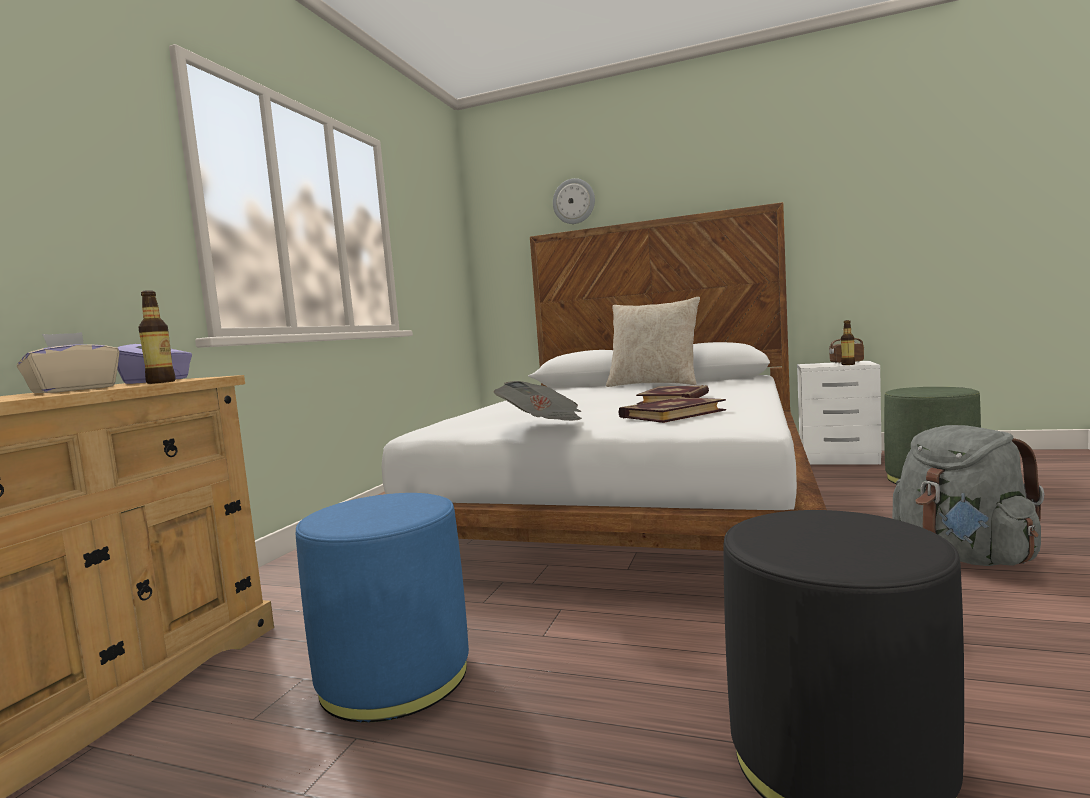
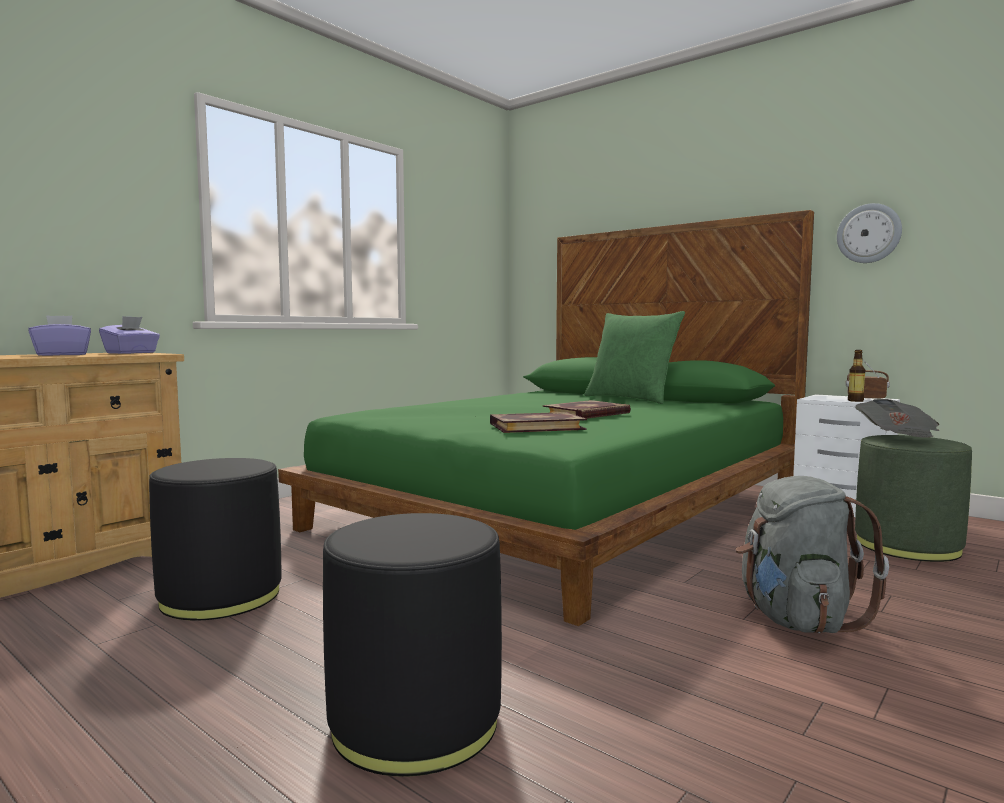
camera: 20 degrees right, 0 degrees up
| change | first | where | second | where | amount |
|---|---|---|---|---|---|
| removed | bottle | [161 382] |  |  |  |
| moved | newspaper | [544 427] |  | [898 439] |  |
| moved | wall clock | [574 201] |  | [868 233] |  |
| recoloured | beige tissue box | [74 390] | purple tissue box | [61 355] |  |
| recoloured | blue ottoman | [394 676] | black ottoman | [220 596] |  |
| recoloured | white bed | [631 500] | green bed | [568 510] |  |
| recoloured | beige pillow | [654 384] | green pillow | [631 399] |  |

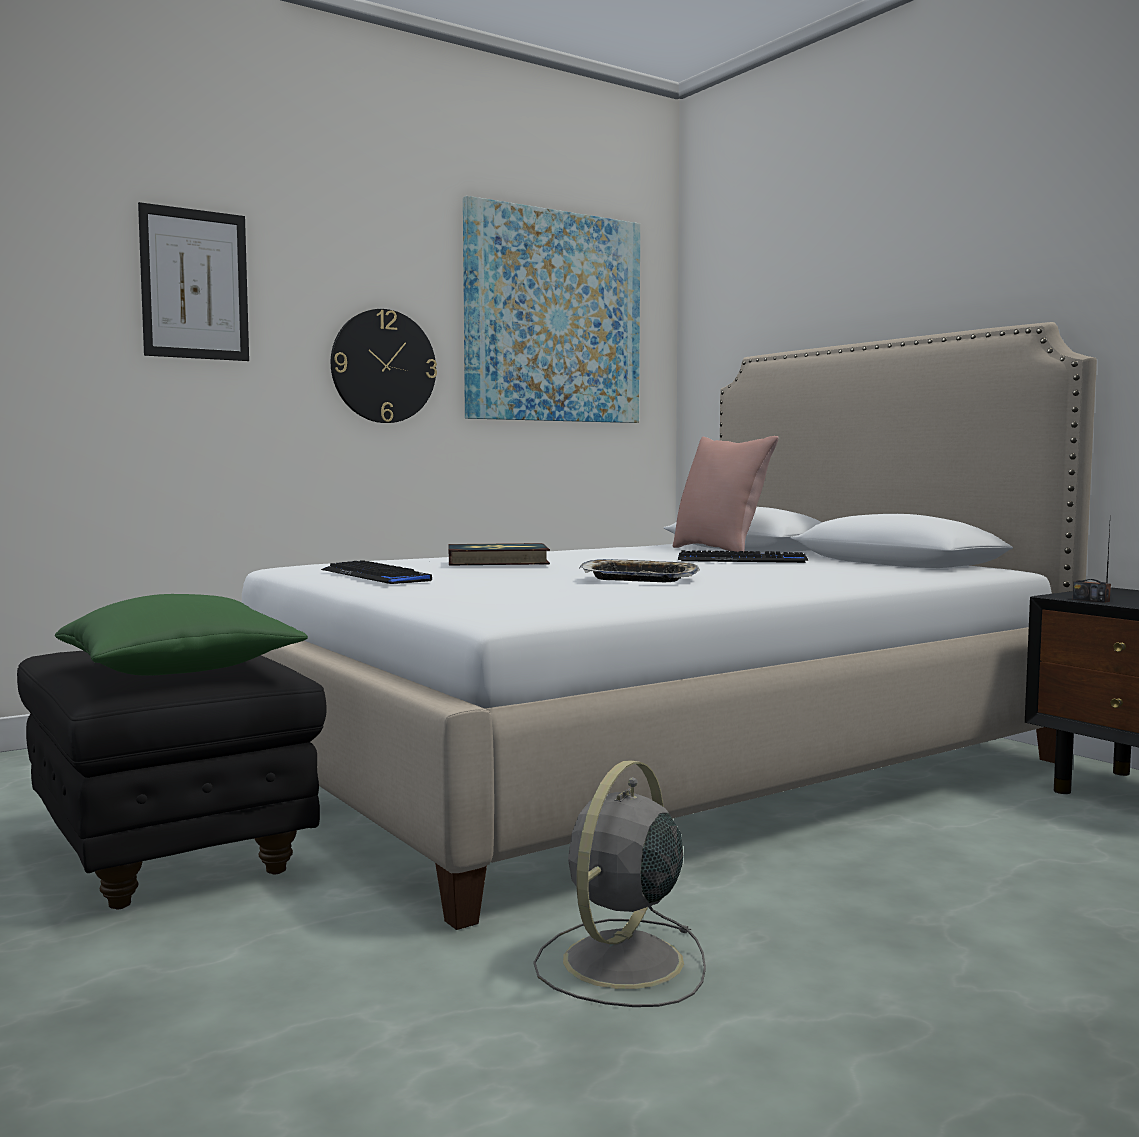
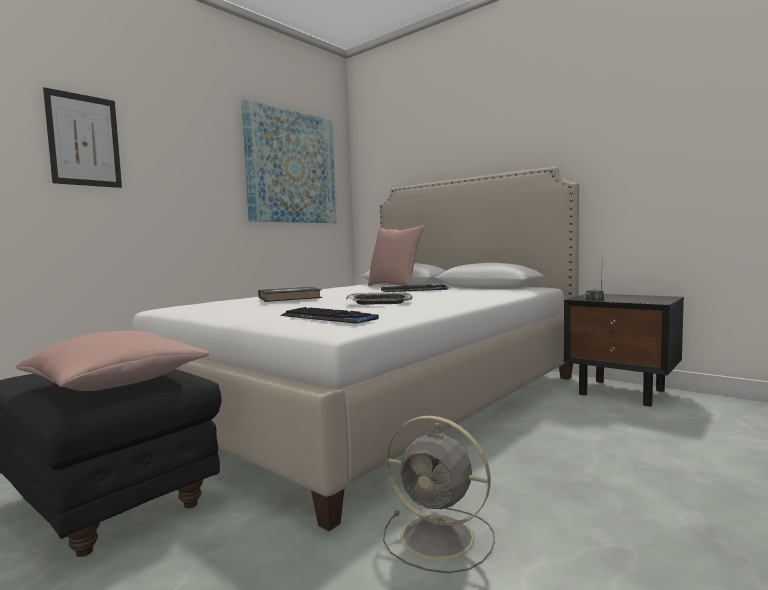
camera: 15 degrees left, 0 degrees up
| change | first | where | second | where | amount |
|---|---|---|---|---|---|
| removed | wall clock | [383 366] |  |  |  |
| moved | keyboard | [375 576] |  | [328 318] |  |
| recoloured | green pillow | [180 670] | pink pillow | [116 382] |  |
| turned | grey fan | [620 963] |  | [440 538] | 75 degrees counterclockwise |

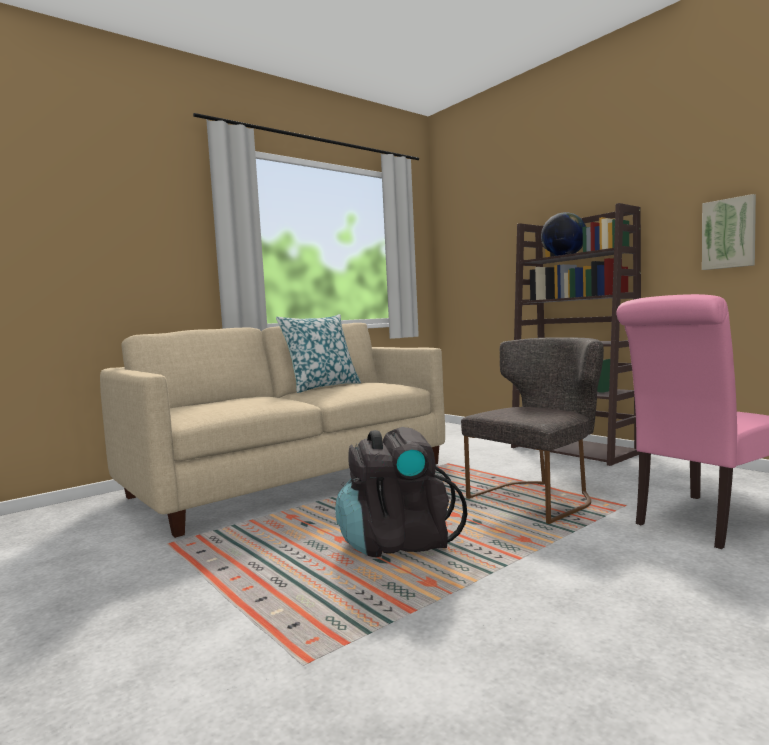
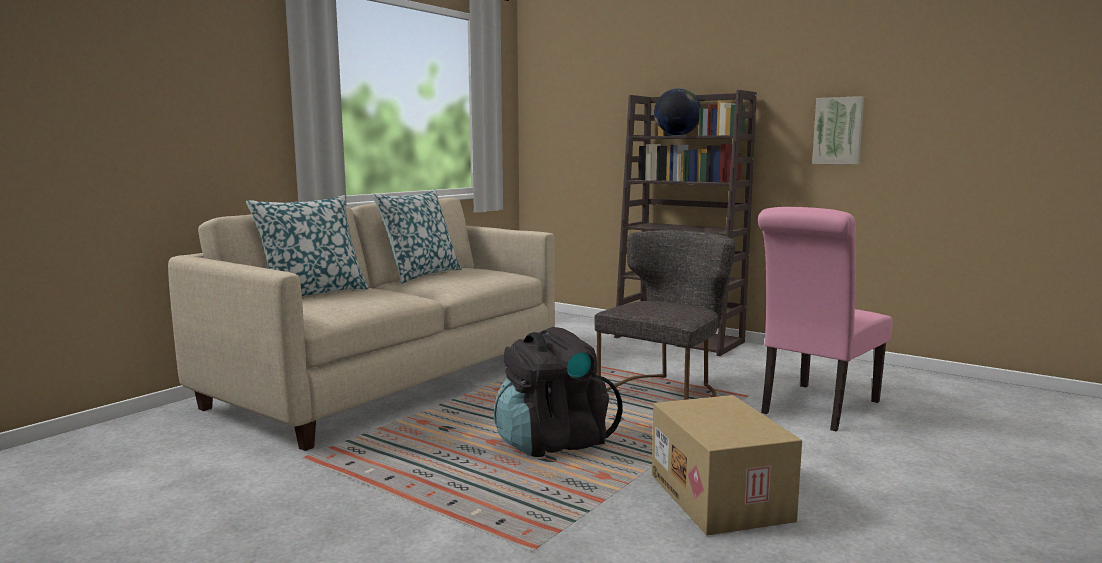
camera: 15 degrees left, 5 degrees up
| change | first | where | second | where | amount |
|---|---|---|---|---|---|
| added |  |  | pillow | [313 294] |  |
| added |  |  | cardboard box | [722 497] |  |

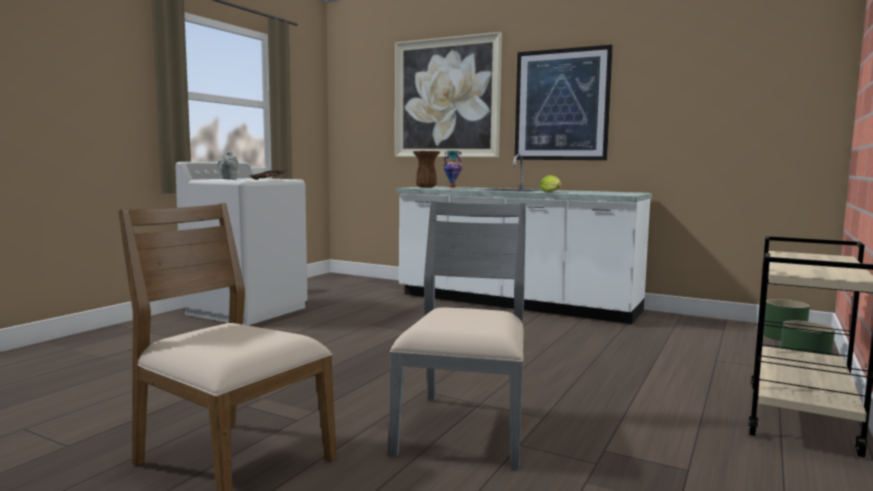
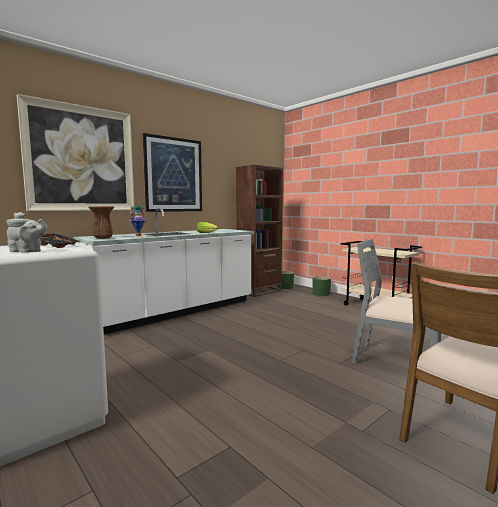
camera: 70 degrees left, 0 degrees up
| change | first | where | second | where | amount |
|---|---|---|---|---|---|
| added |  |  | brown bookcase | [259 291] |  |

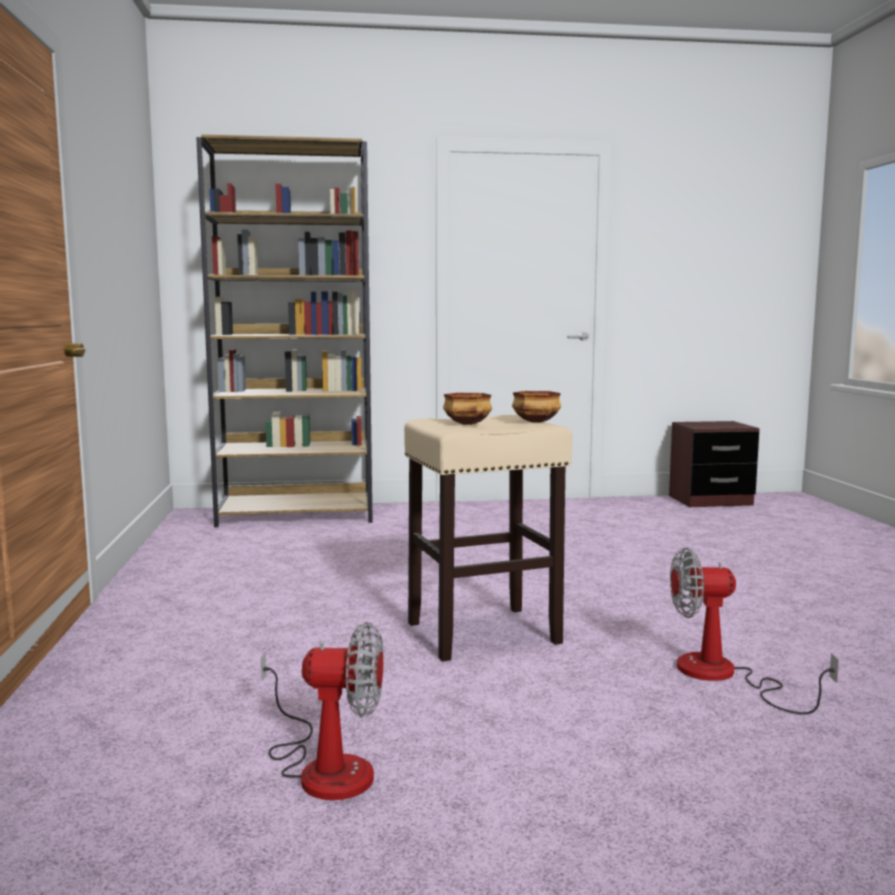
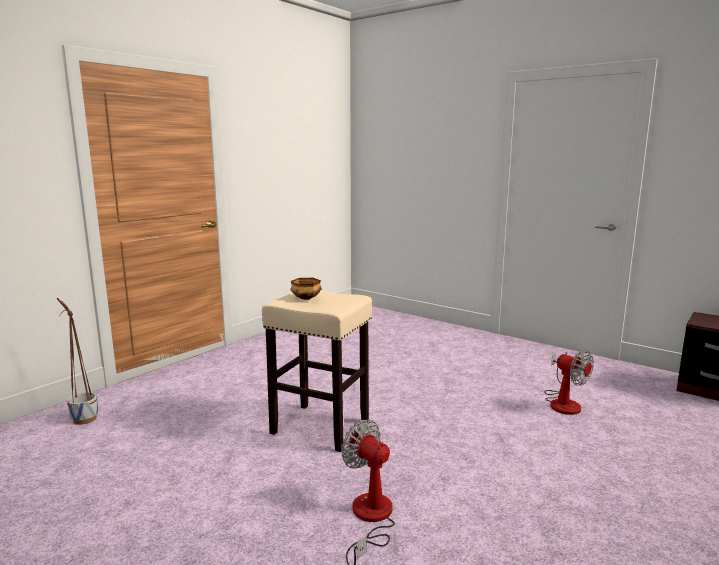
camera: 45 degrees right, 5 degrees up
| change | first | where | second | where | amount |
|---|---|---|---|---|---|
| removed | brown bookcase | [297 515] |  |  |  |
| removed | bowl | [534 421] |  |  |  |
| added |  |  | planter | [84 419] |  |
| moved | fan | [324 766] |  | [563 402] |  |

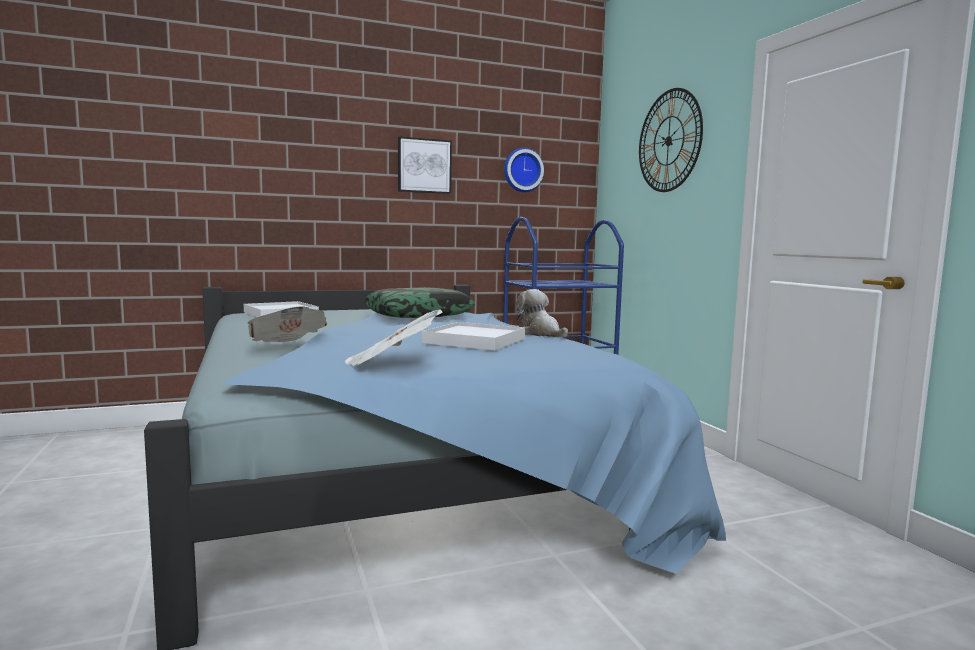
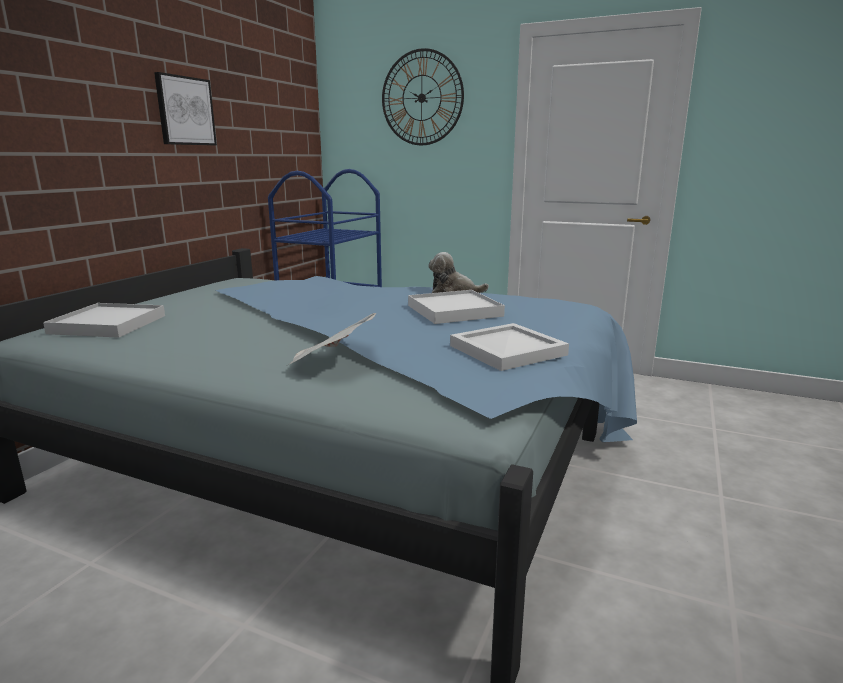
camera: 45 degrees left, 10 degrees up
| change | first | where | second | where | amount |
|---|---|---|---|---|---|
| removed | pillow | [418 314] |  |  |  |
| removed | wall clock | [522 170] |  |  |  |
| replaced | newspaper | [391 364] | white tray | [507 351] |  |

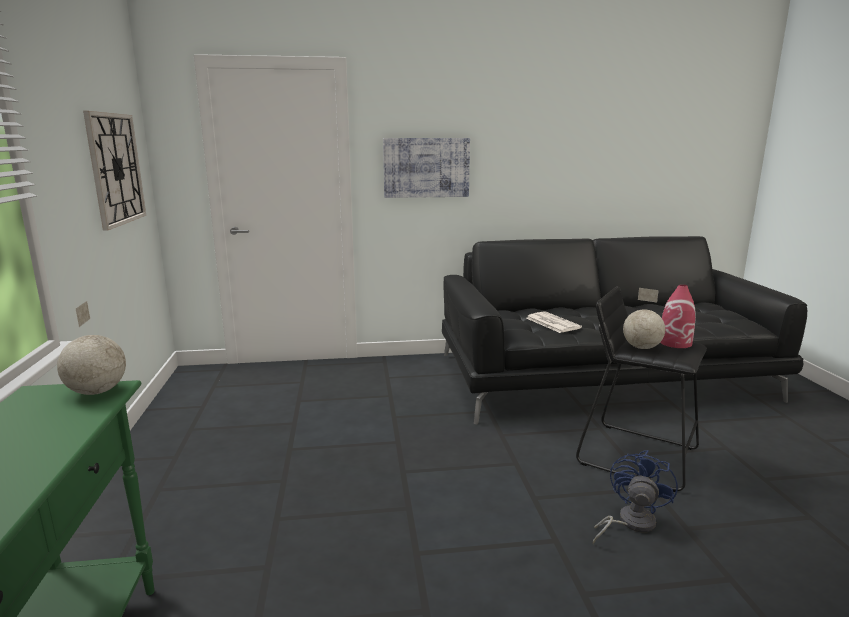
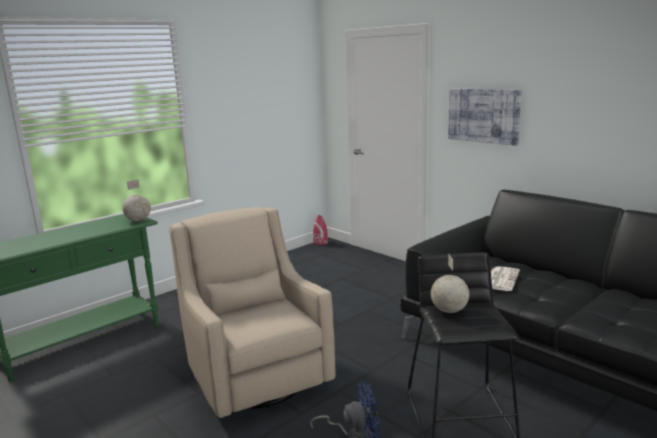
camera: 55 degrees right, 0 degrees up
| change | first | where | second | where | amount |
|---|---|---|---|---|---|
| removed | wall clock | [115 169] |  |  |  |
| added |  |  | beige armchair | [255 376] |  |
| moved | red vase | [675 343] |  | [320 242] |  |

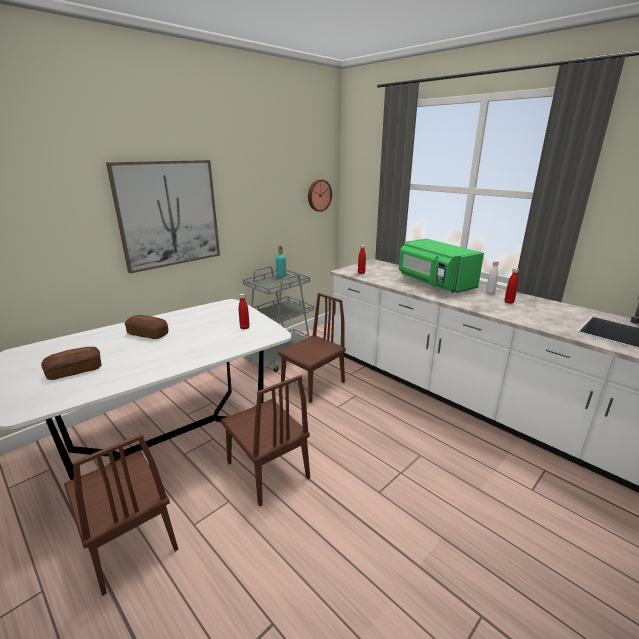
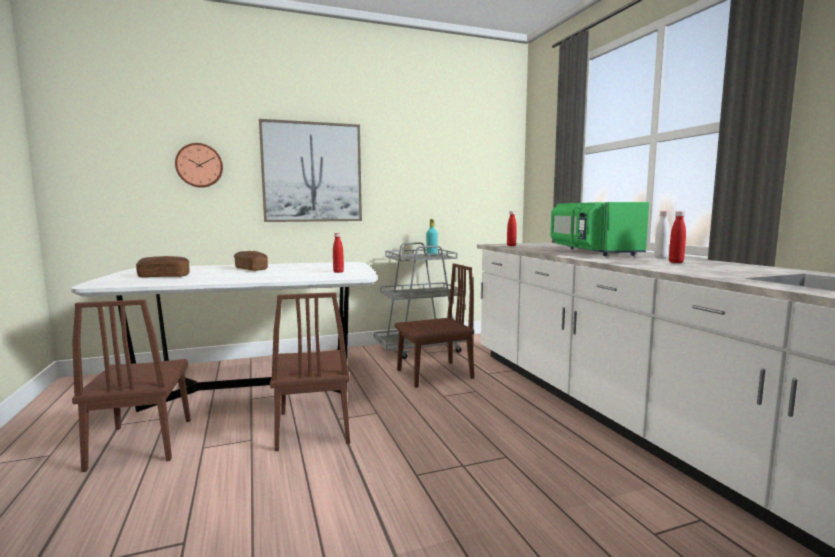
camera: 25 degrees right, 15 degrees down
| change | first | where | second | where | amount |
|---|---|---|---|---|---|
| moved | wall clock | [318 195] |  | [199 165] |  |

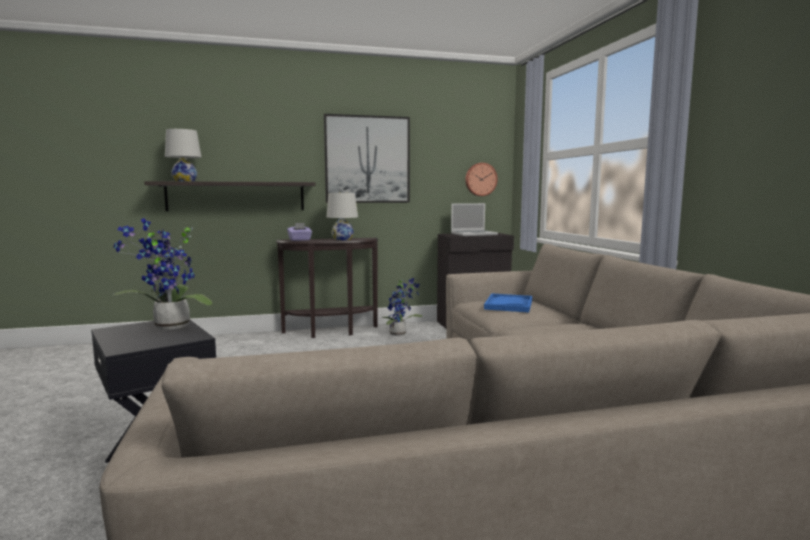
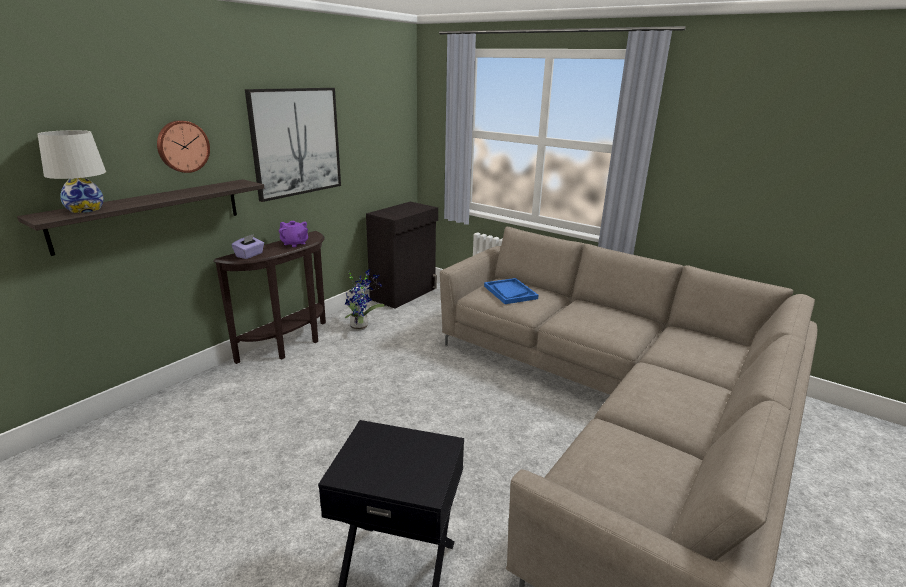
camera: 40 degrees left, 15 degrees up
| change | first | where | second | where | amount |
|---|---|---|---|---|---|
| removed | potted plant | [168 328] |  |  |  |
| removed | laptop | [474 234] |  |  |  |
| moved | wall clock | [480 179] |  | [182 146] |  |
| replaced | white table lamp | [342 239] | purple teapot | [294 244] |  |

